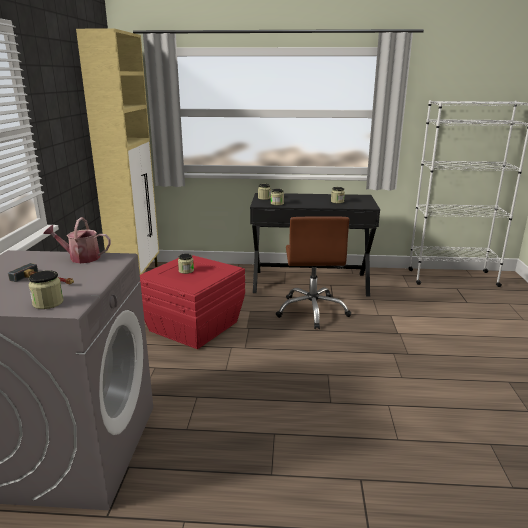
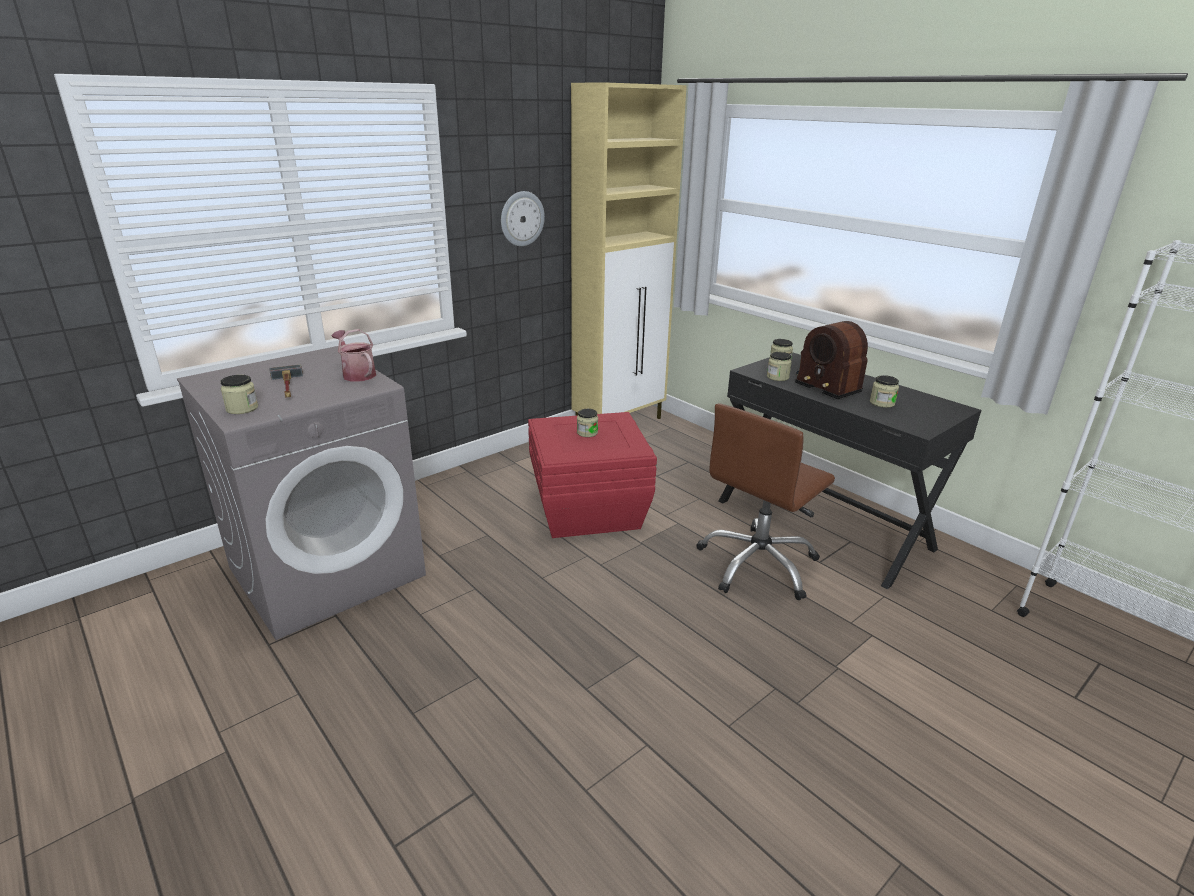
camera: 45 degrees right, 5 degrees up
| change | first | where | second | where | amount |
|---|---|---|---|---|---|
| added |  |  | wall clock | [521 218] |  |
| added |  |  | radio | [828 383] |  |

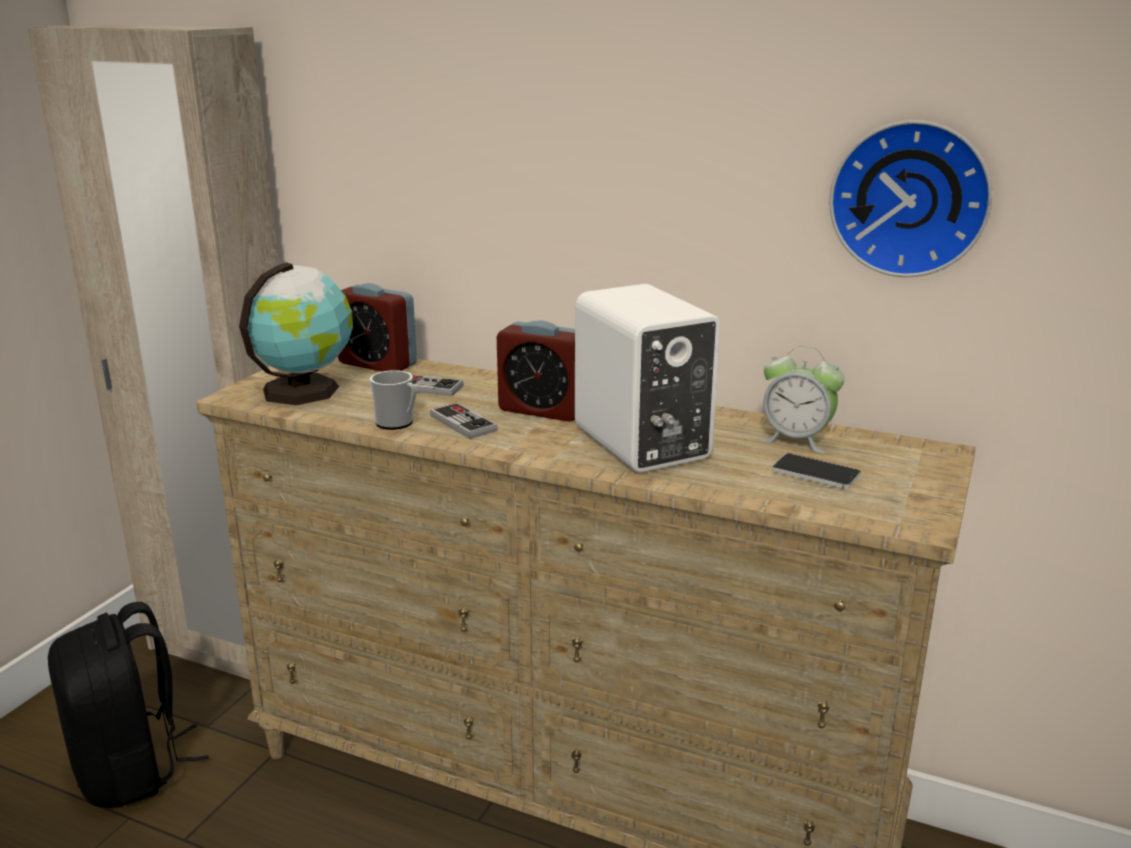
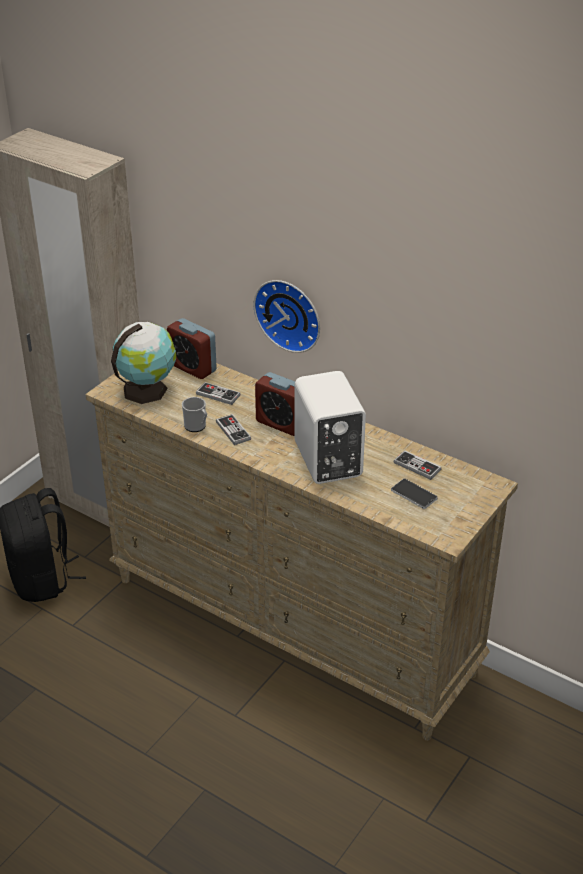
camera: 10 degrees right, 15 degrees up
| change | first | where | second | where | amount |
|---|---|---|---|---|---|
| moved | wall clock | [910 198] |  | [290 313] |  |
| replaced | alarm clock | [796 440] | game controller | [417 466] |  |

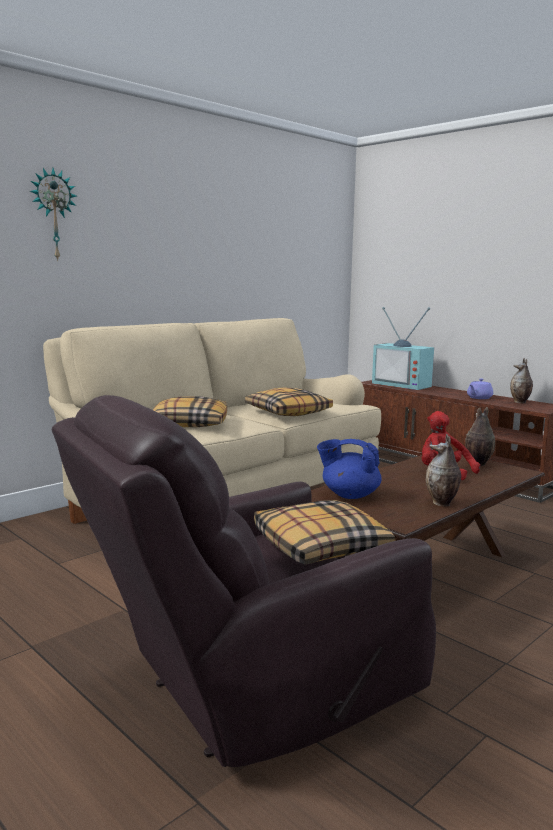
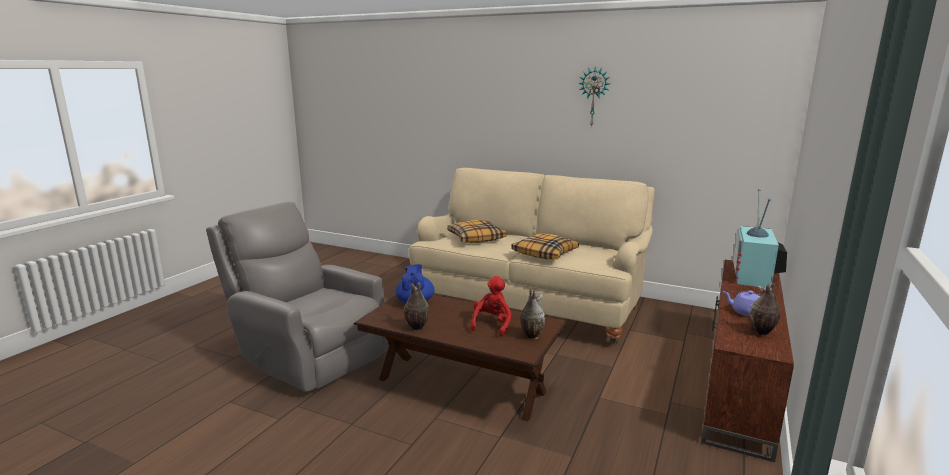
camera: 70 degrees right, 5 degrees up
| change | first | where | second | where | amount |
|---|---|---|---|---|---|
| removed | pillow | [319 546] |  |  |  |
| moved | wall clock | [53 214] |  | [594 97] |  |
| recoloured | brown armchair | [252 691] | grey armchair | [307 354] |  |

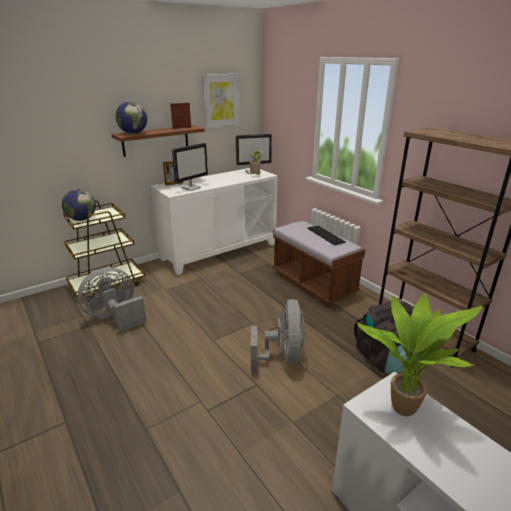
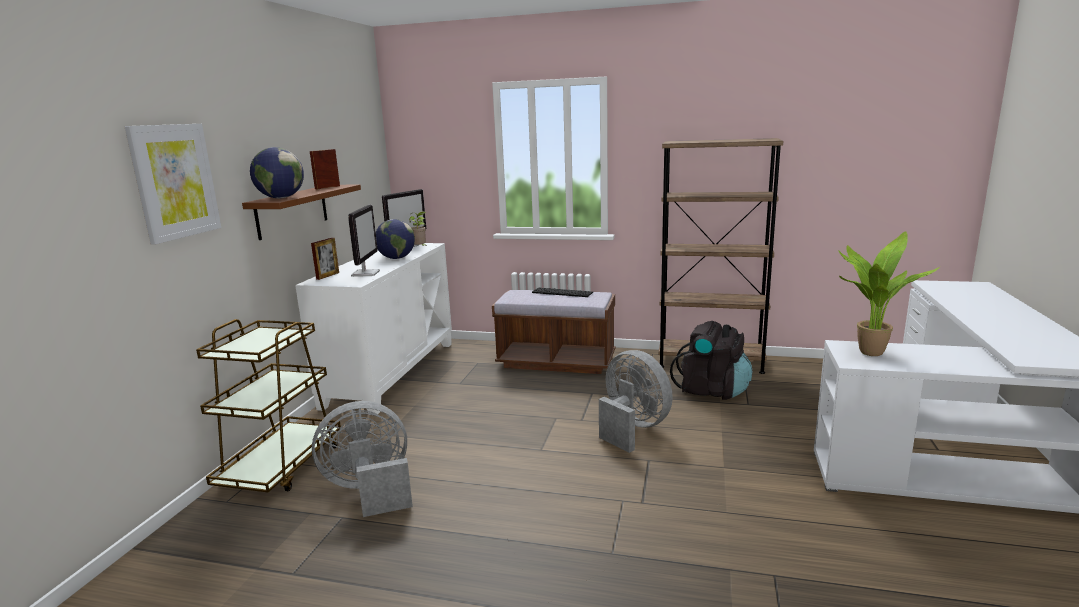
camera: 40 degrees left, 10 degrees down
| change | first | where | second | where | amount |
|---|---|---|---|---|---|
| moved | globe | [82 219] |  | [396 258] |  |
| moved | picture | [221 100] |  | [175 181] |  |
| turned | grey fan | [115 318] |  | [370 491] | 60 degrees clockwise |

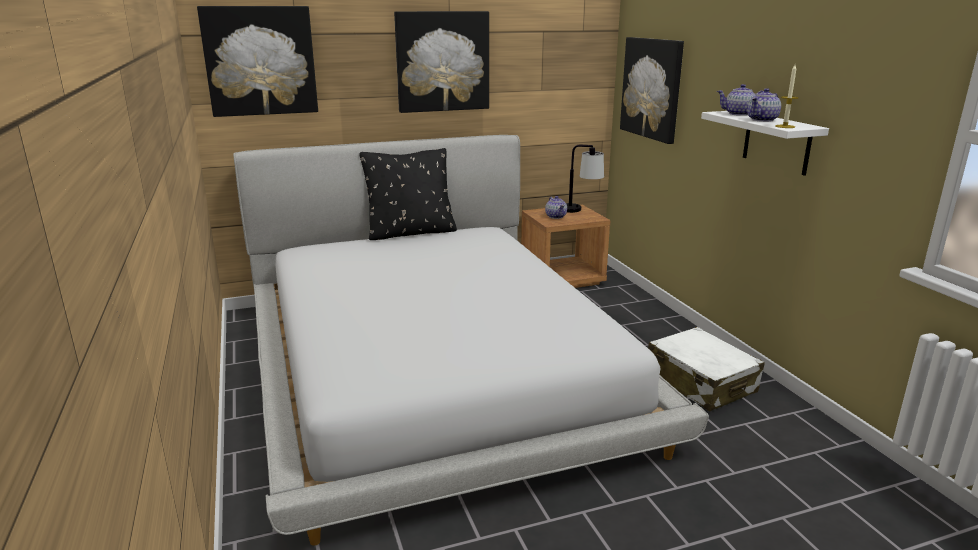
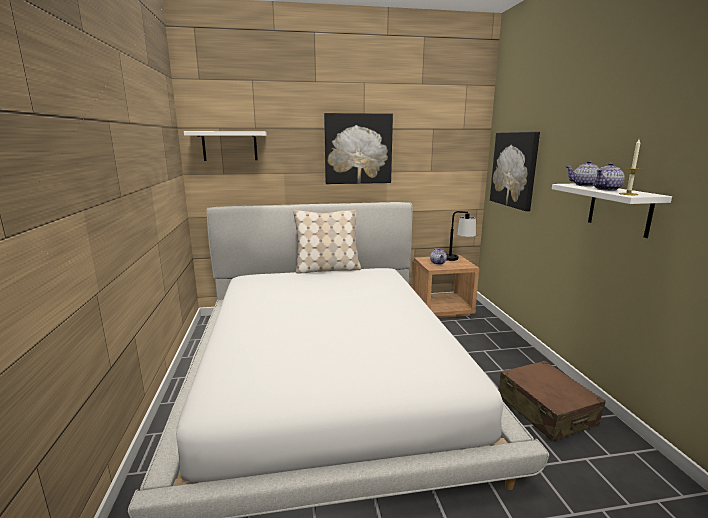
camera: 10 degrees right, 5 degrees down
| change | first | where | second | where | amount |
|---|---|---|---|---|---|
| replaced | picture | [260 61] | white shelf | [230 146] |  |
| recoloured | black pillow | [410 233] | beige pillow | [327 269] |  |
| recoloured | white suitcase | [700 382] | brown suitcase | [545 410] |  |

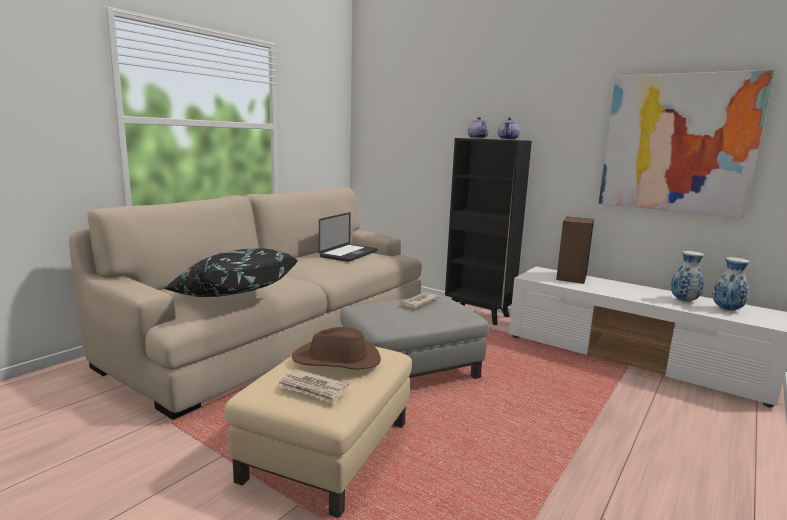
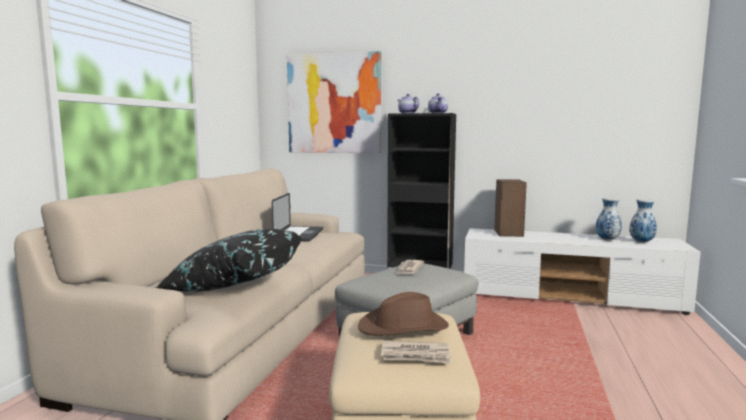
camera: 20 degrees left, 5 degrees down
| change | first | where | second | where | amount |
|---|---|---|---|---|---|
| moved | picture | [677 143] |  | [334 103] |  |

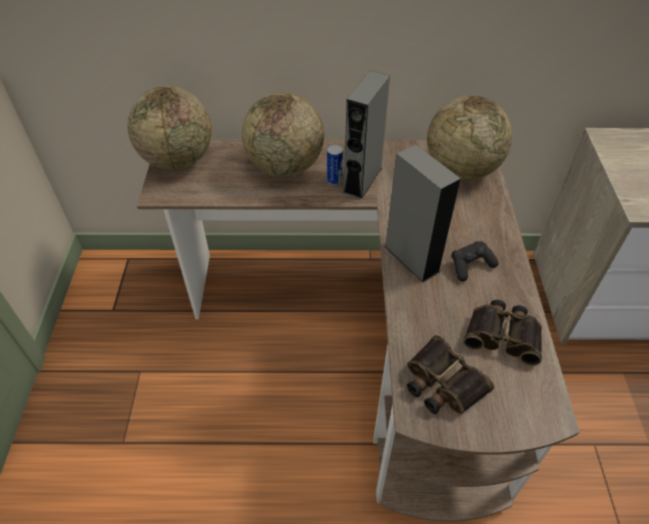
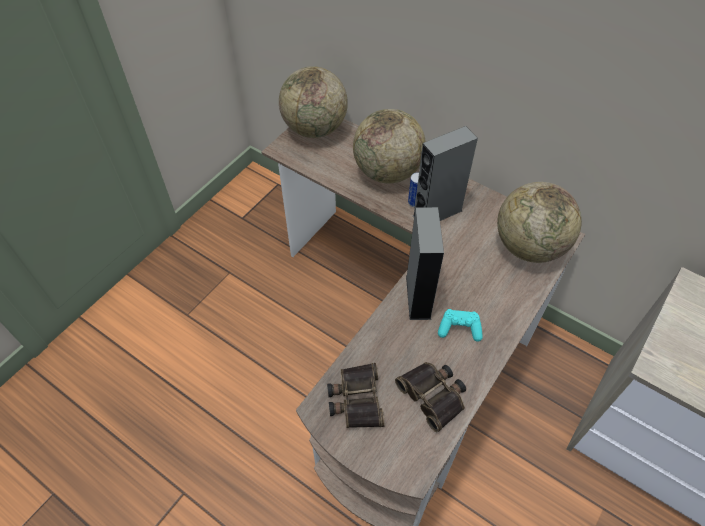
camera: 35 degrees right, 5 degrees up
| change | first | where | second | where | amount |
|---|---|---|---|---|---|
| recoloured | black game controller | [470 265] | turquoise game controller | [459 329] |  |

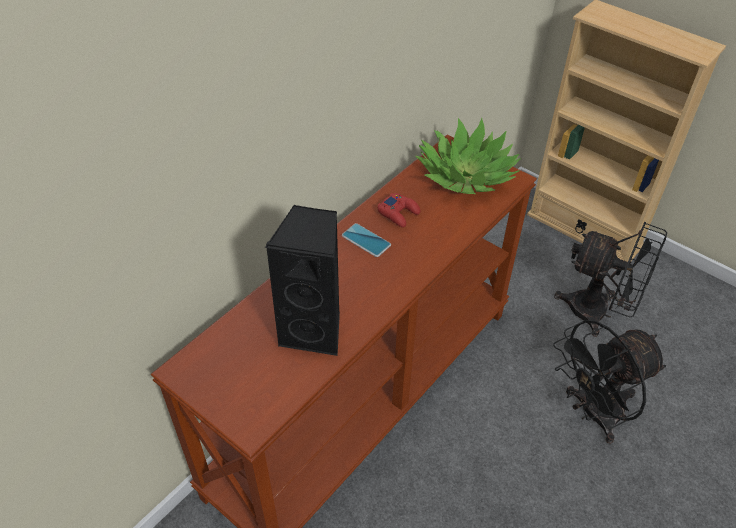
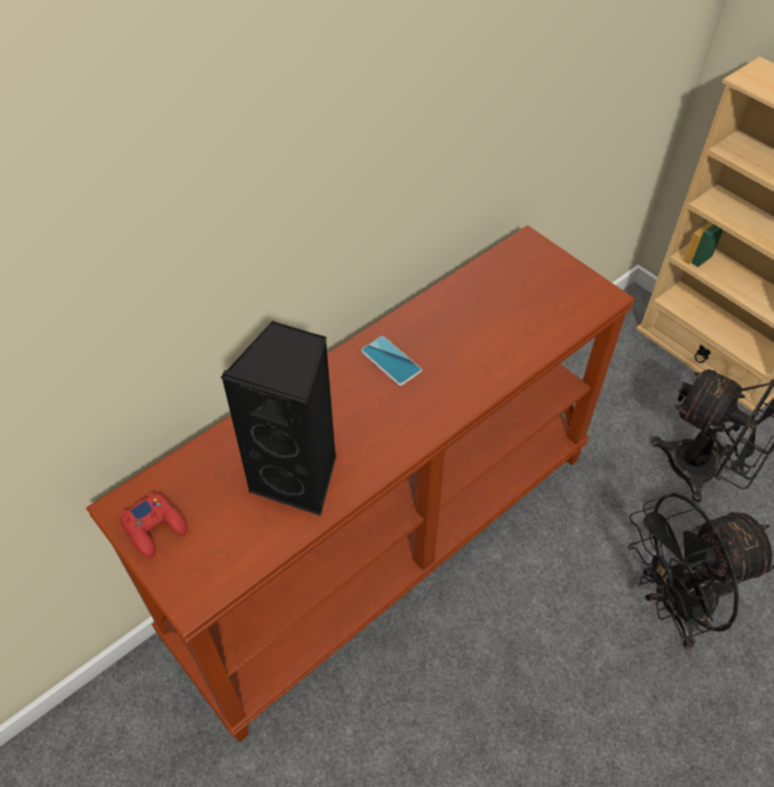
camera: 10 degrees right, 5 degrees up
| change | first | where | second | where | amount |
|---|---|---|---|---|---|
| removed | potted plant | [465 175] |  |  |  |
| moved | red game controller | [399 213] |  | [155 528] |  |

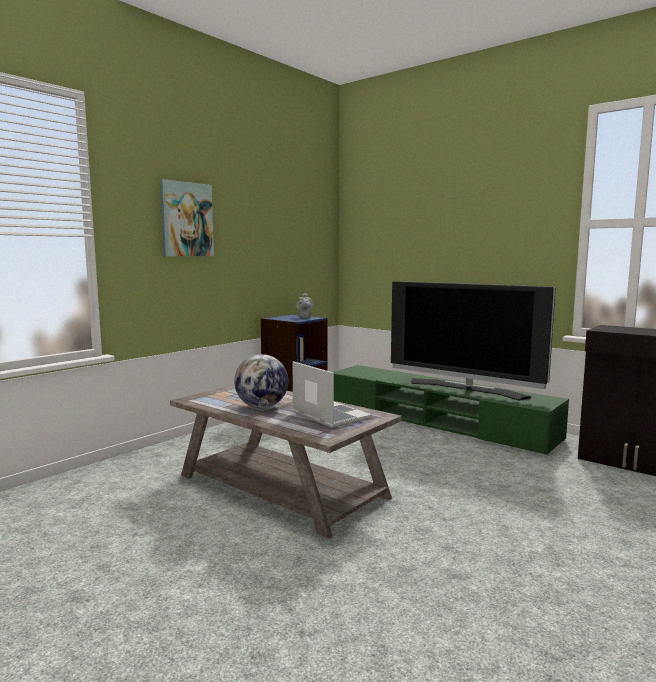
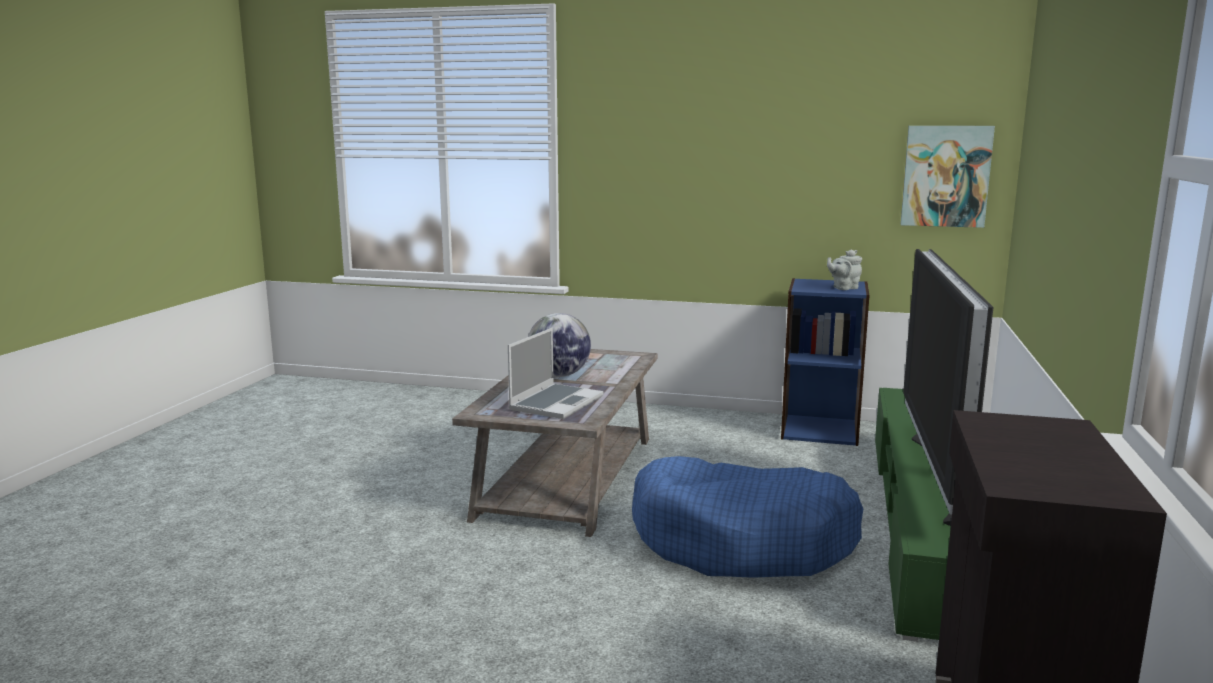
camera: 65 degrees right, 5 degrees up
| change | first | where | second | where | amount |
|---|---|---|---|---|---|
| added |  |  | blue dog bed | [742 541] |  |
| moved | picture | [186 219] |  | [946 176] |  |

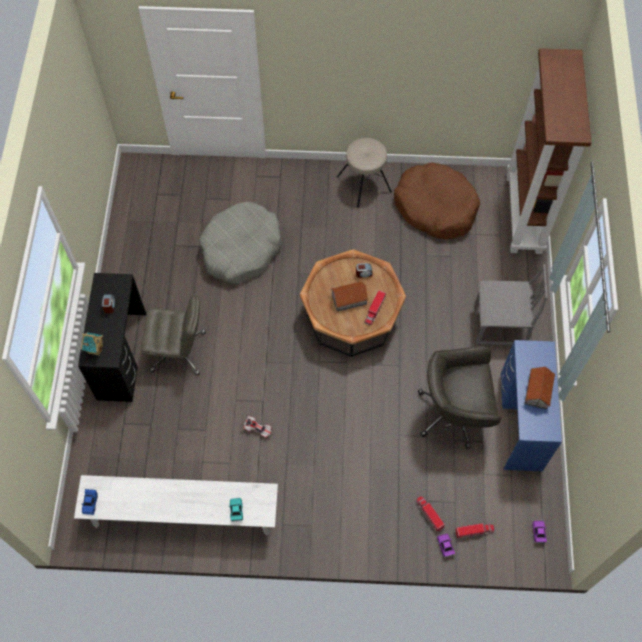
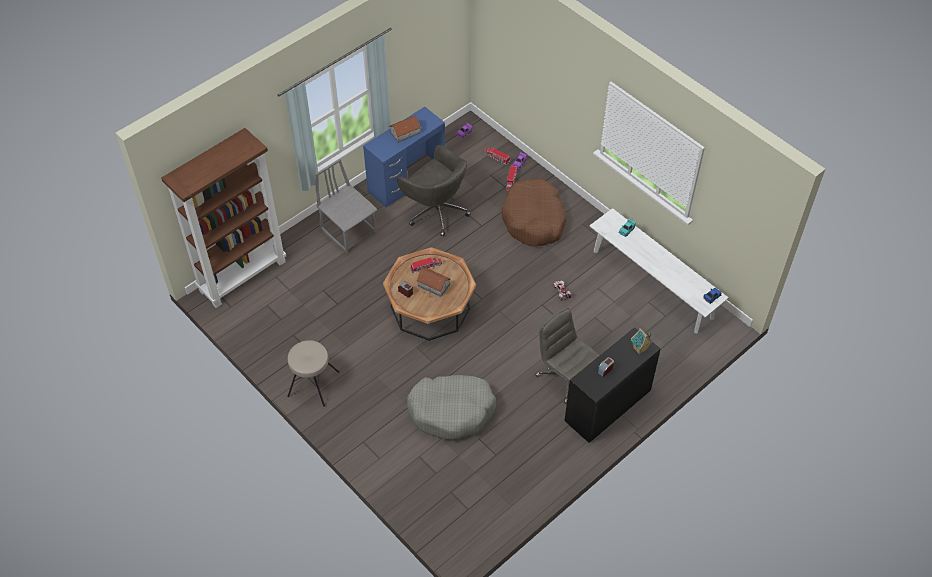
camera: 135 degrees left, 10 degrees down
| change | first | where | second | where | amount |
|---|---|---|---|---|---|
| moved | brown dog bed | [435 207] |  | [534 220] |  |

